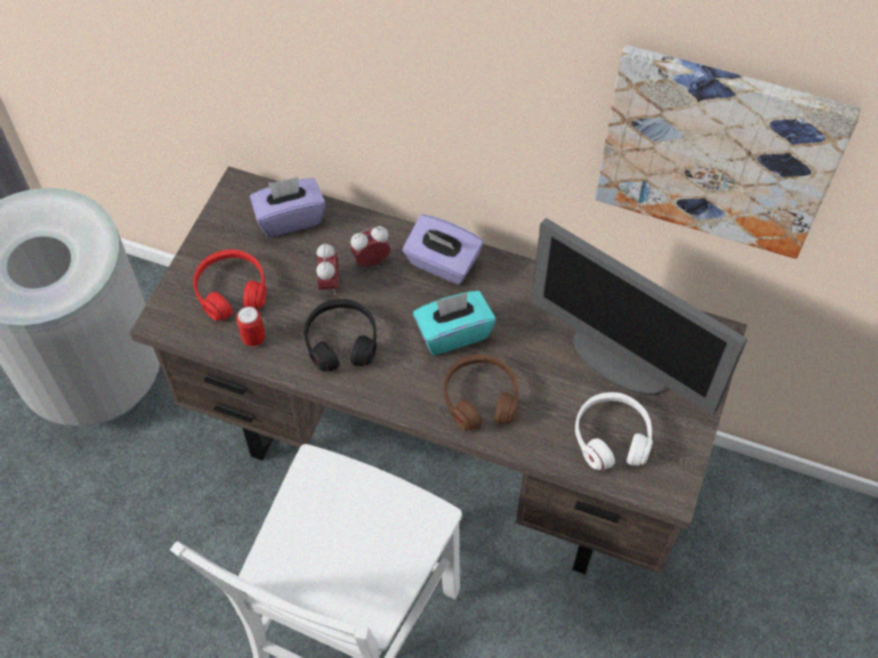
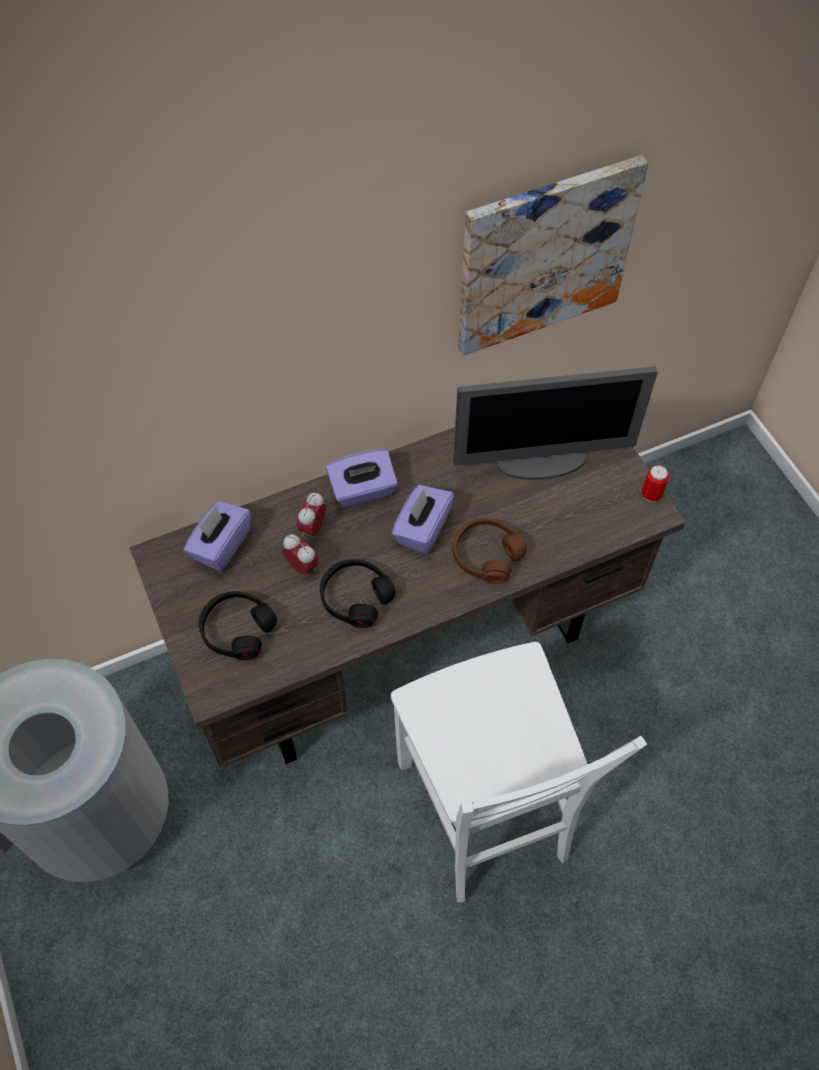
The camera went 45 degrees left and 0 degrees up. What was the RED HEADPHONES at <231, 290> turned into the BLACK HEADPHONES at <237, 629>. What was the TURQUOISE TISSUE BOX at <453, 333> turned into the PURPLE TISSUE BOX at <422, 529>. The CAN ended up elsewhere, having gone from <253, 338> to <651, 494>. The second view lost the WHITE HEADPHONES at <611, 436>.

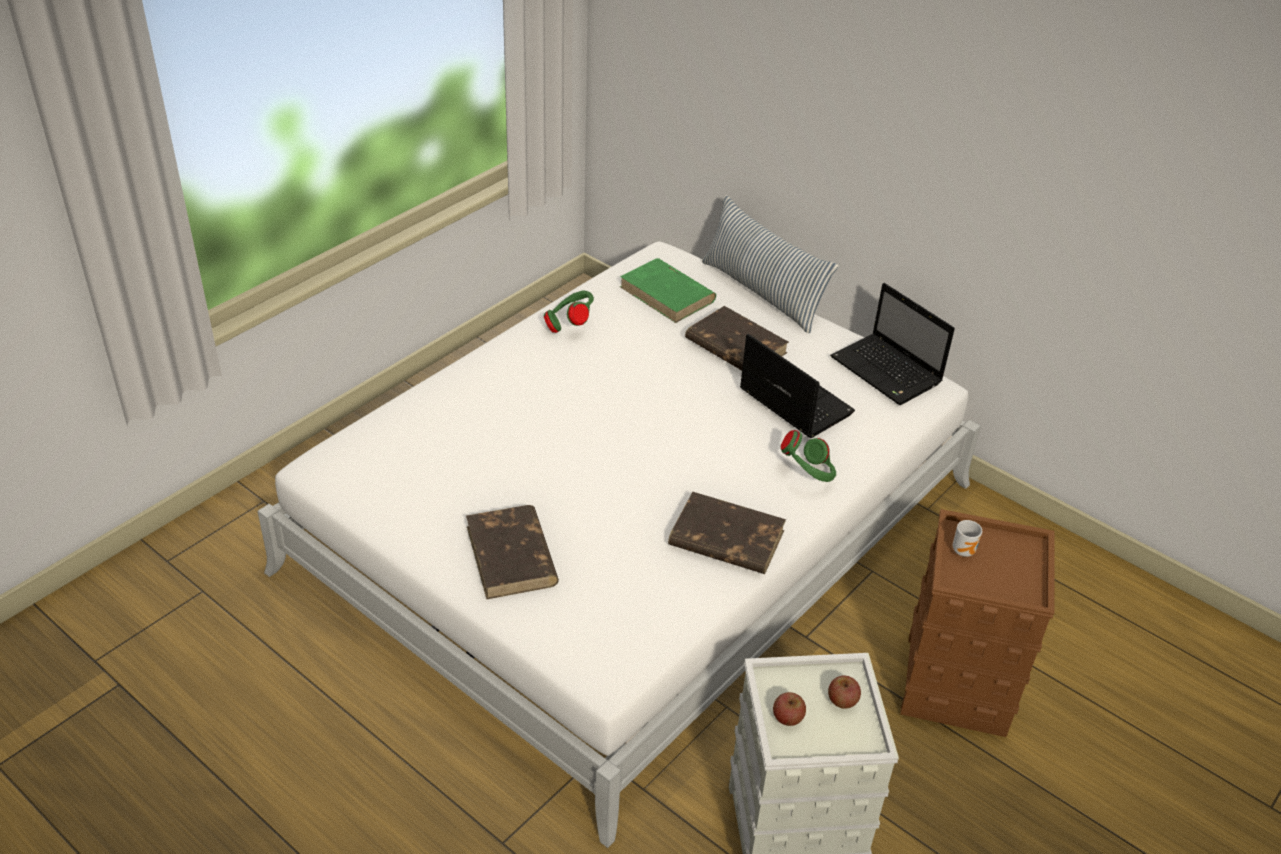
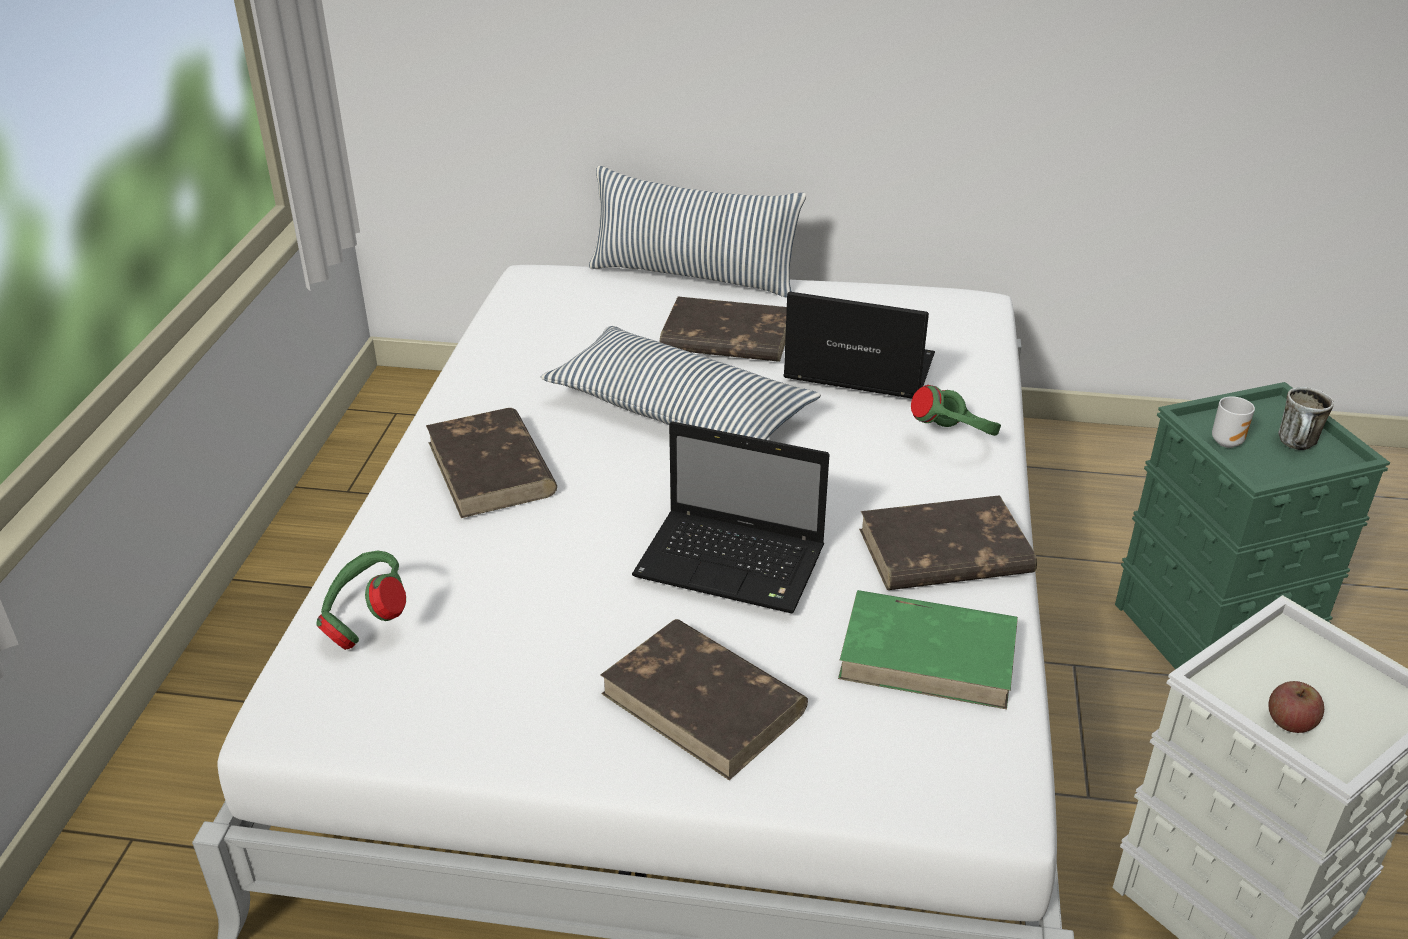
The camera went 30 degrees left and 5 degrees down. The GREEN HEADPHONES ended up elsewhere, having gone from <570, 324> to <365, 622>. The second view gained the BROWN BOOK at <491, 469>. The second view gained the PILLOW at <679, 411>. The LAPTOP ended up elsewhere, having gone from <888, 372> to <734, 564>. The GREEN BOOK ended up elsewhere, having gone from <668, 294> to <930, 654>. What was the BROWN STORAGE BOX at <957, 686> turned into the GREEN STORAGE BOX at <1213, 633>. The second view gained the MUG at <1297, 446>. The second view lost the APPLE at <842, 700>.

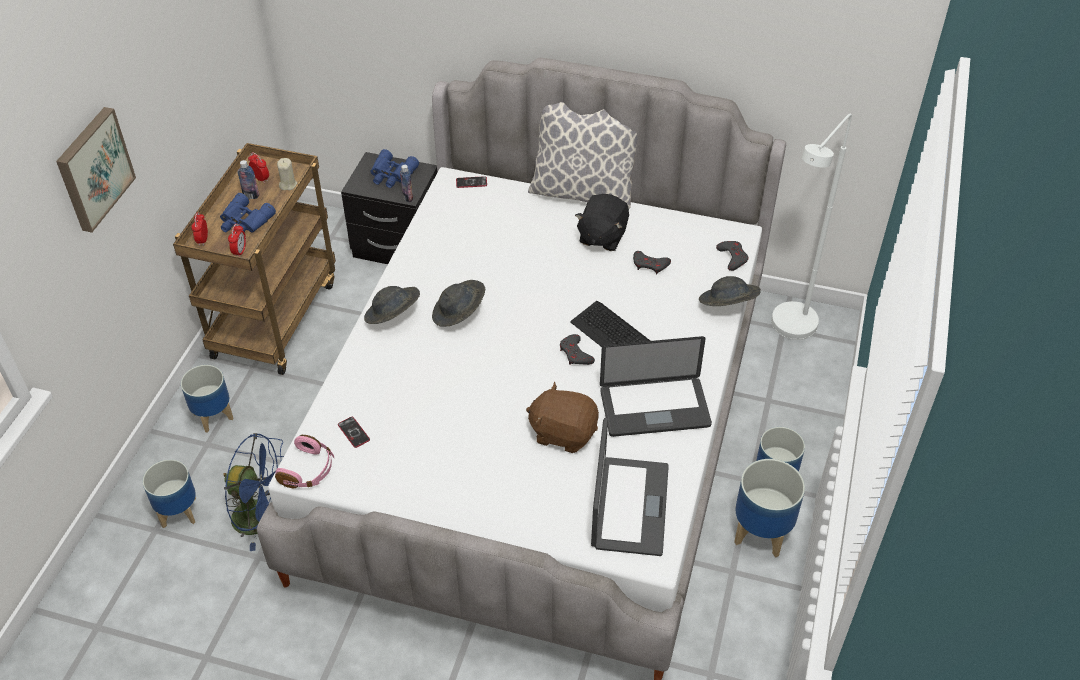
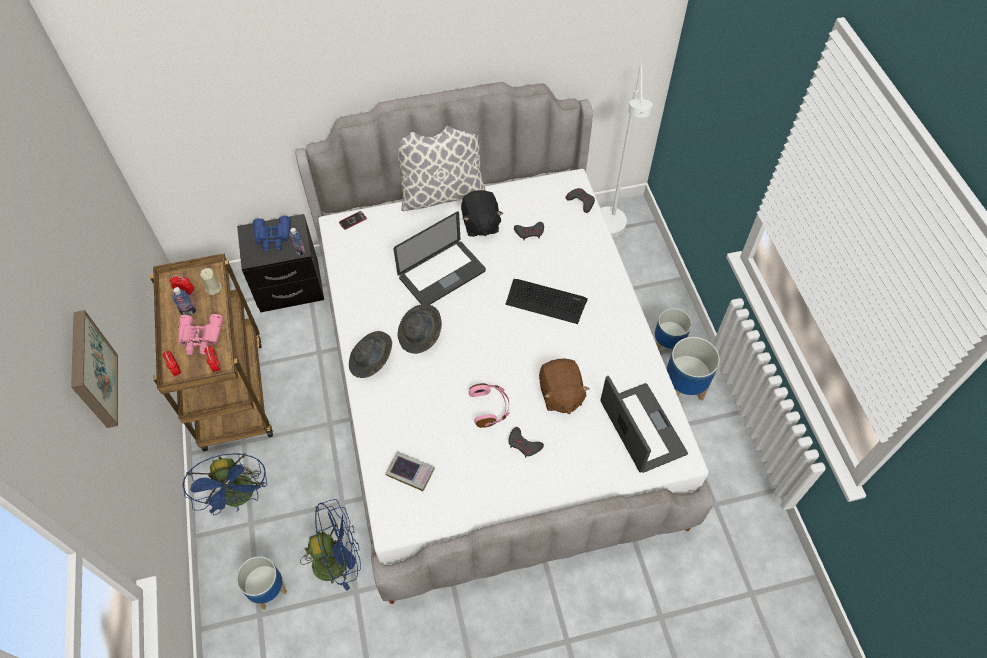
The camera went 30 degrees left and 10 degrees up. What was the BLUE BINOCULARS at <244, 222> turned into the PINK BINOCULARS at <200, 338>. Where the PLANTER stood at <214, 416>, the BLUE FAN came to stand at <240, 497>. Where the PHONE stood at <353, 432>, the BOOK came to stand at <410, 472>. The LAPTOP ended up elsewhere, having gone from <654, 408> to <442, 274>. The PINK HEADPHONES ended up elsewhere, having gone from <308, 470> to <490, 408>. The GREY GAME CONTROLLER ended up elsewhere, having gone from <575, 354> to <524, 444>. The BROWN PLUSH TOY at <563, 432> ended up facing another way, 90 degrees counterclockwise from before. The second view lost the GREY HAT at <727, 305>.

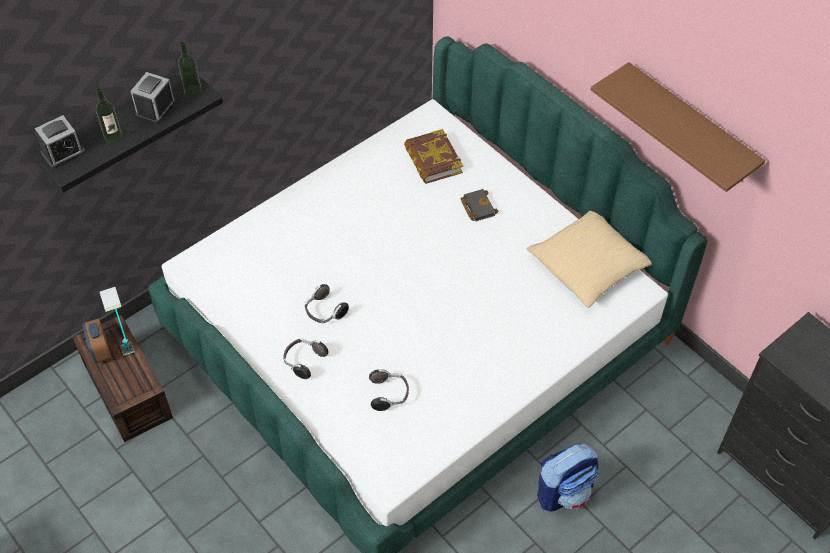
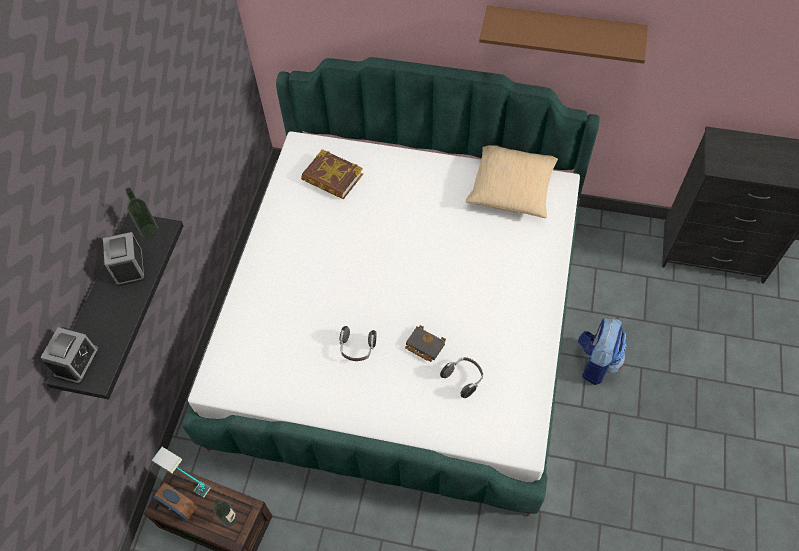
The camera went 35 degrees left and 5 degrees up. The BOTTLE ended up elsewhere, having gone from <113, 137> to <229, 518>. The BLACK BOOK ended up elsewhere, having gone from <477, 207> to <423, 345>. The second view lost the HEADPHONES at <304, 361>.

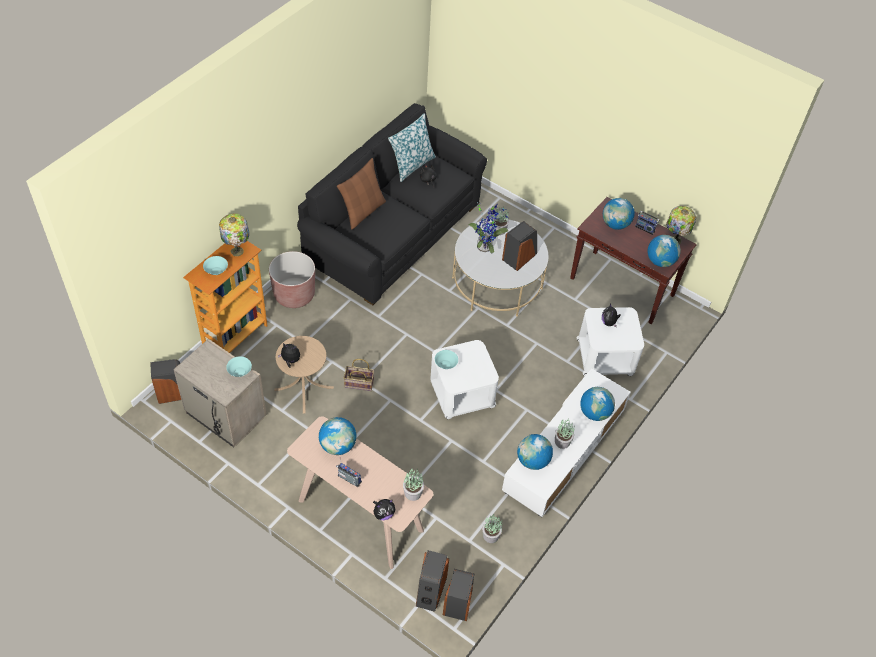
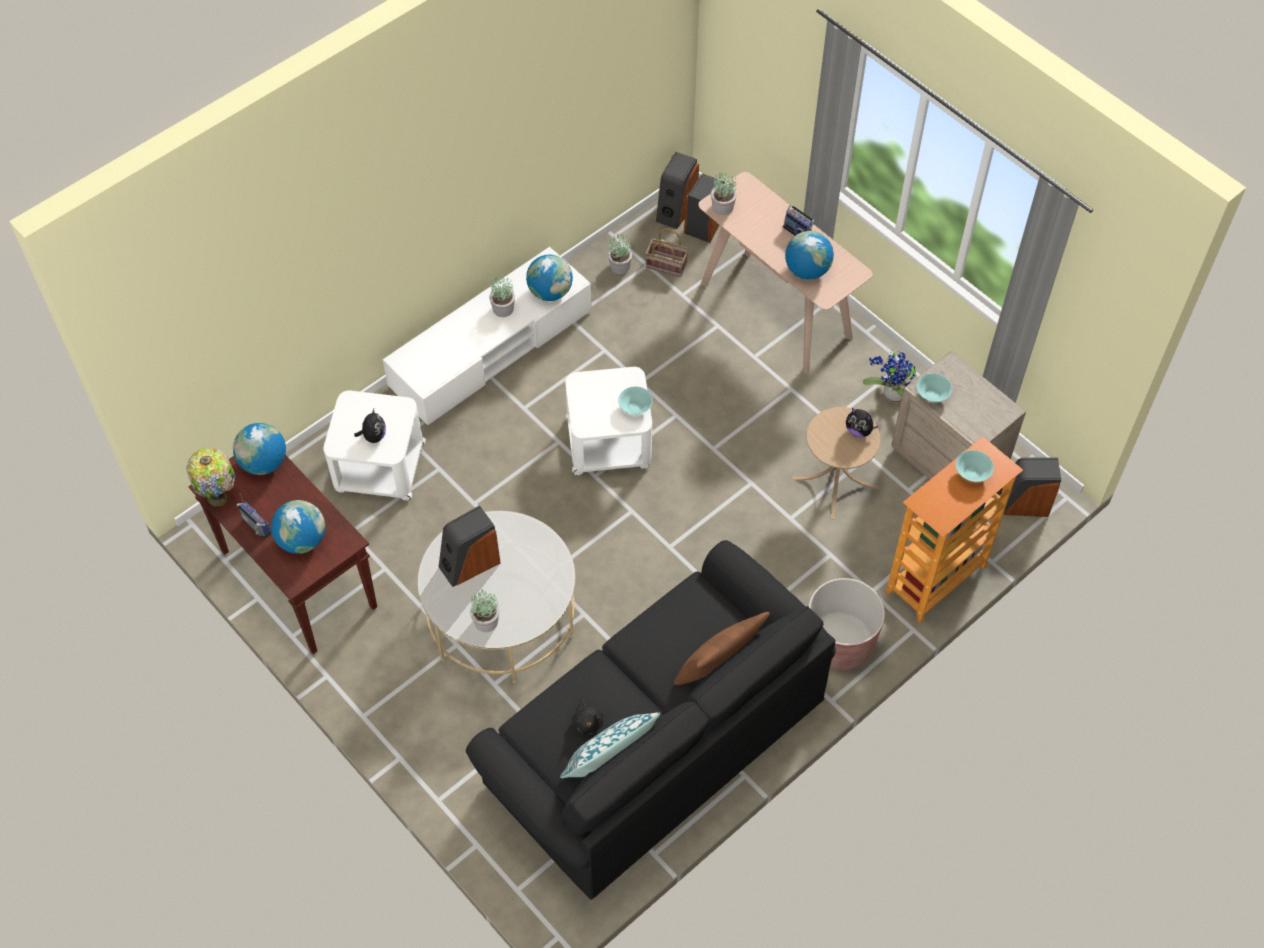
The camera went 165 degrees left and 5 degrees up. The BASKET ended up elsewhere, having gone from <358, 383> to <667, 265>. The POTTED PLANT ended up elsewhere, having gone from <485, 246> to <891, 396>. The second view lost the TABLE LAMP at <237, 250>. The second view lost the PLUSH TOY at <383, 514>. The second view lost the GLOBE at <594, 413>.

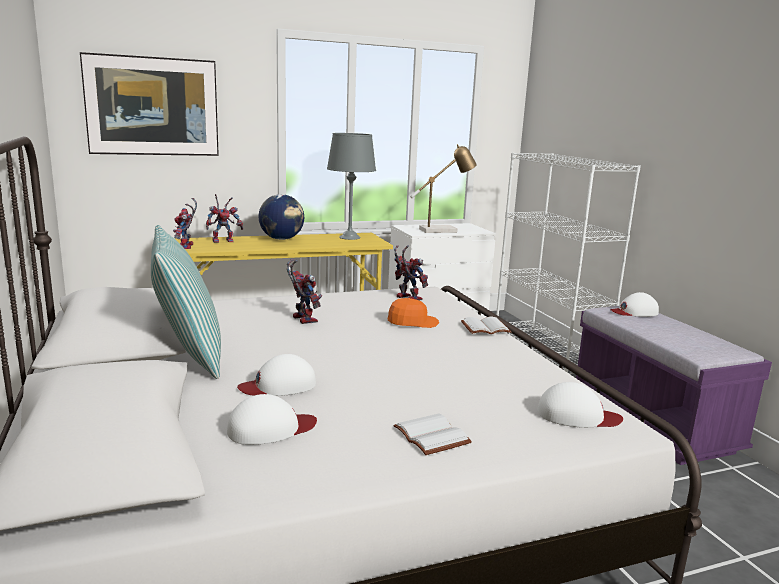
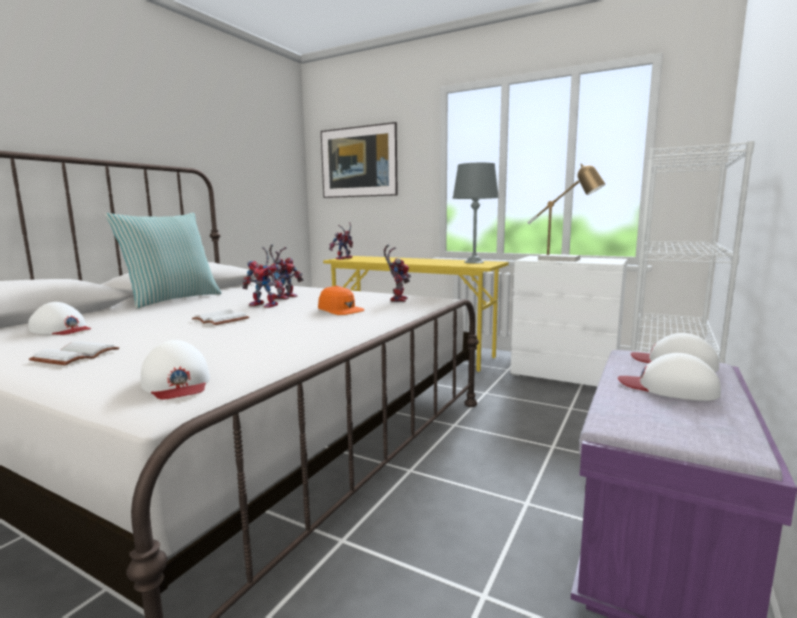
The camera went 50 degrees right and 5 degrees down. The WHITE BOOK ended up elsewhere, having gone from <485, 328> to <219, 320>. The TOY ROBOT ended up elsewhere, having gone from <224, 240> to <267, 305>. The WHITE CAP ended up elsewhere, having gone from <279, 385> to <668, 388>. The second view lost the GLOBE at <282, 239>.

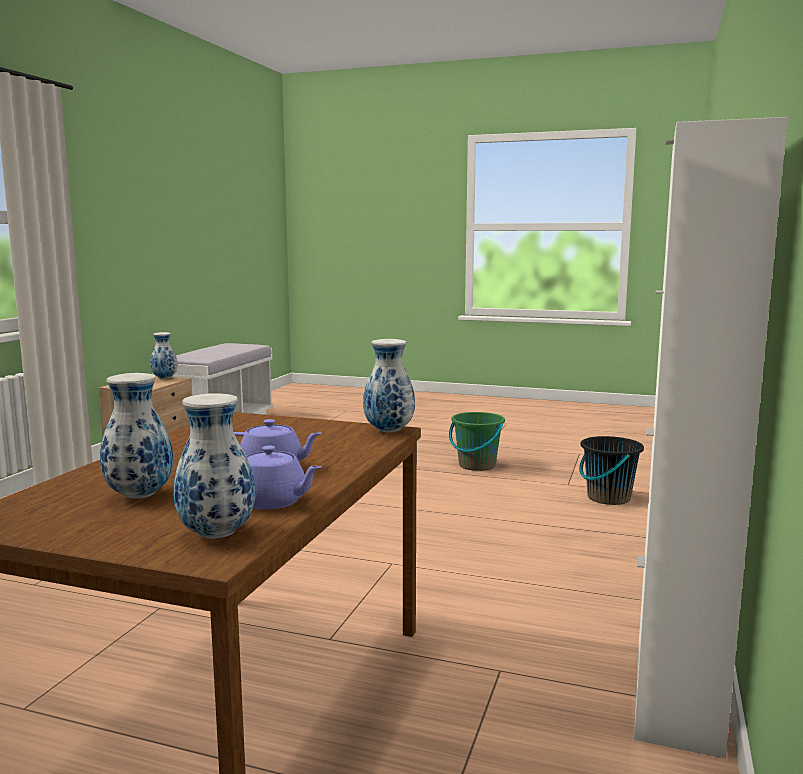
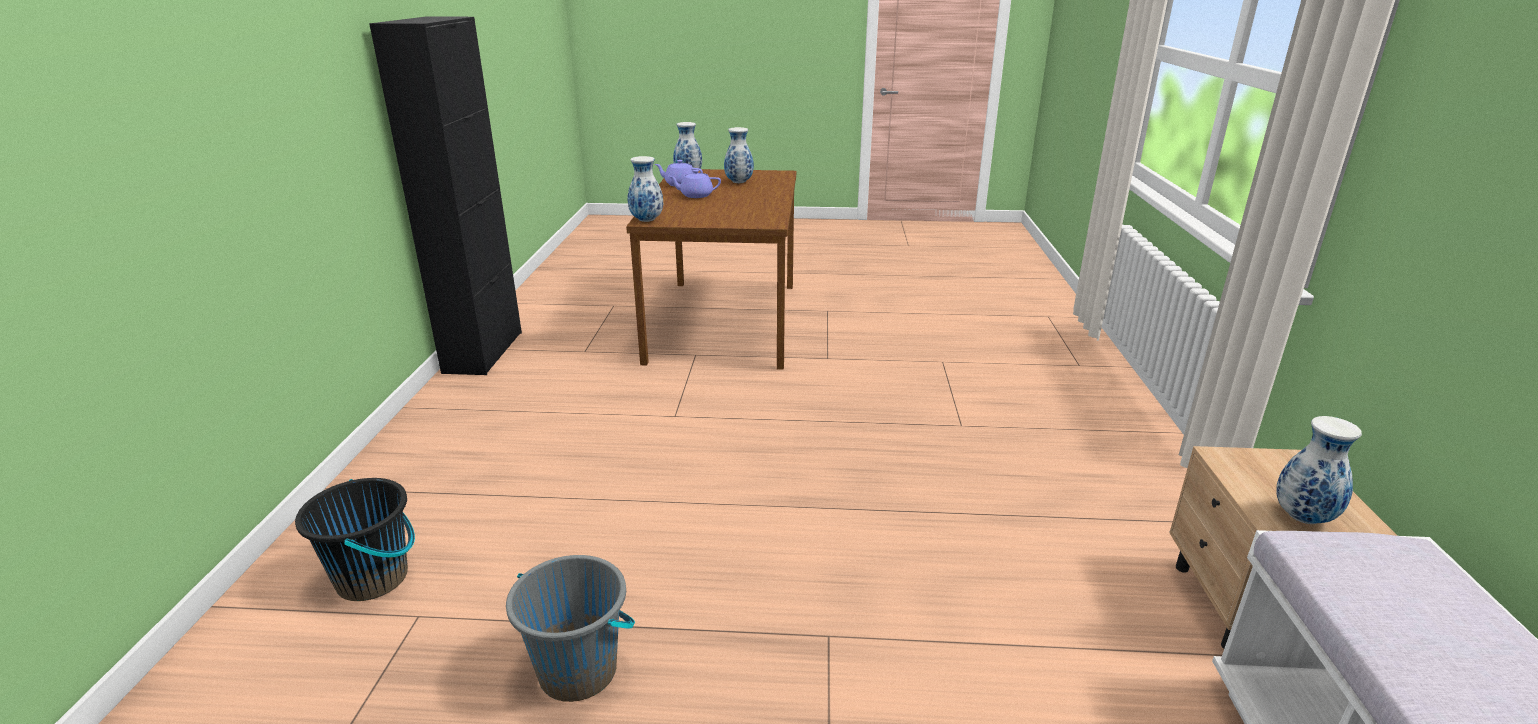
The camera went 165 degrees right and 15 degrees up. What was the WHITE CABINET at <676, 694> turned into the BLACK CABINET at <483, 352>. What was the GREEN BUCKET at <476, 465> turned into the GREY BUCKET at <578, 671>.

